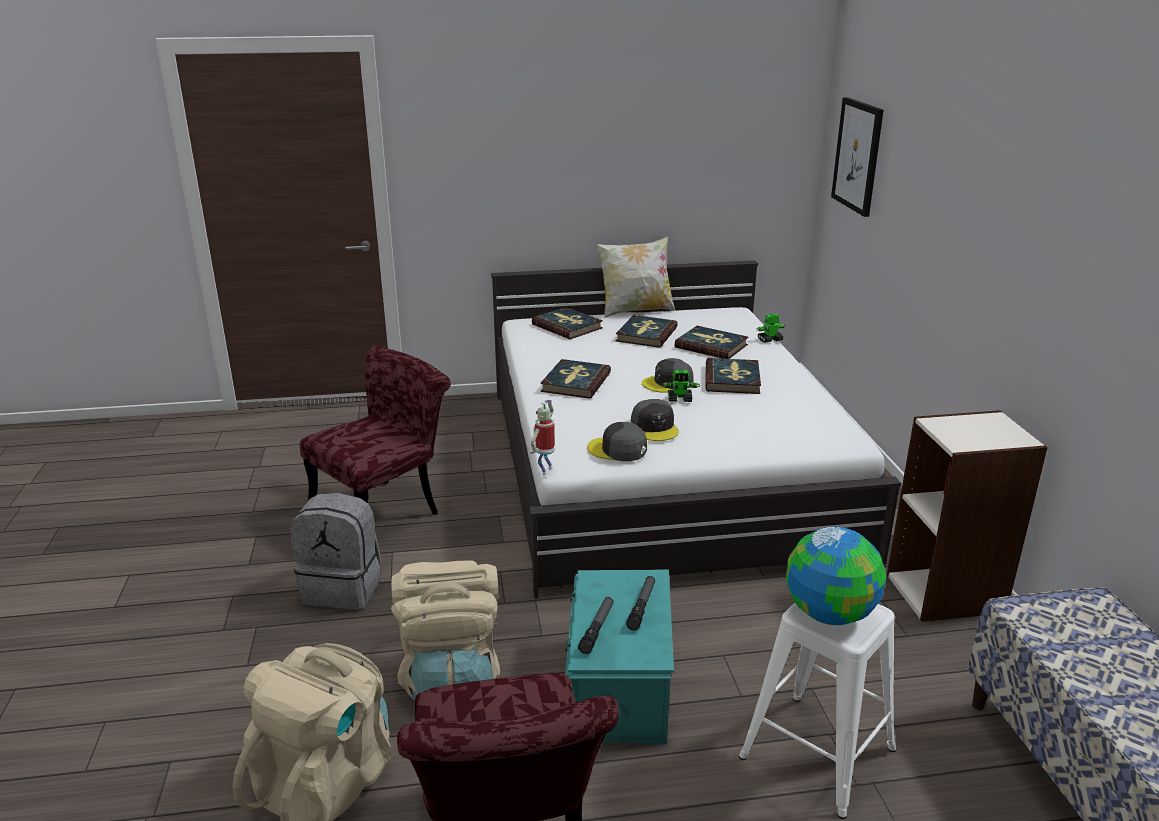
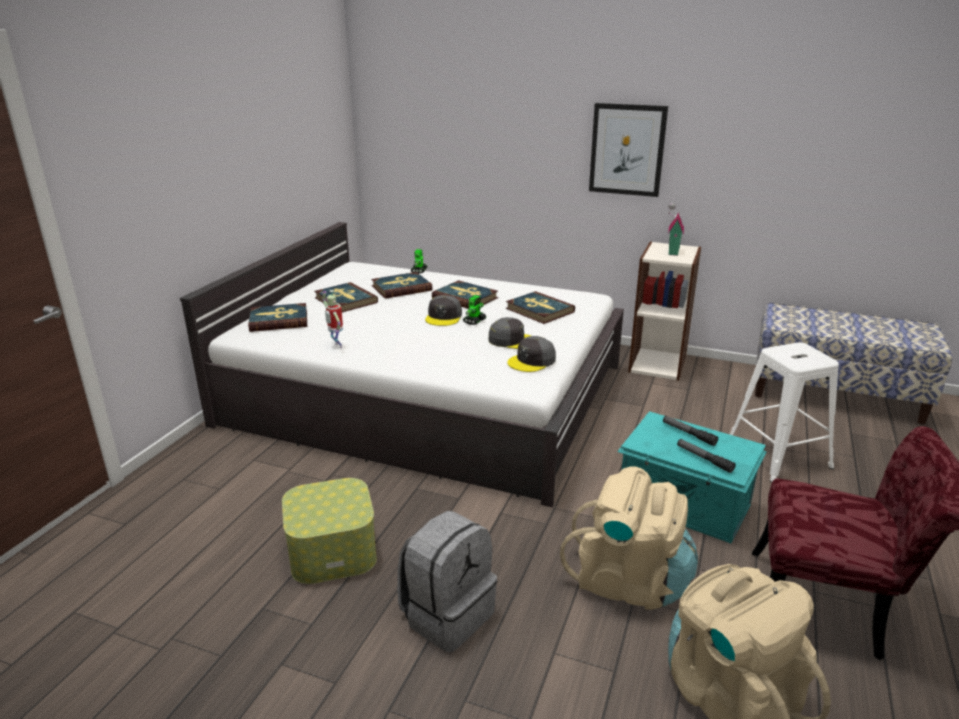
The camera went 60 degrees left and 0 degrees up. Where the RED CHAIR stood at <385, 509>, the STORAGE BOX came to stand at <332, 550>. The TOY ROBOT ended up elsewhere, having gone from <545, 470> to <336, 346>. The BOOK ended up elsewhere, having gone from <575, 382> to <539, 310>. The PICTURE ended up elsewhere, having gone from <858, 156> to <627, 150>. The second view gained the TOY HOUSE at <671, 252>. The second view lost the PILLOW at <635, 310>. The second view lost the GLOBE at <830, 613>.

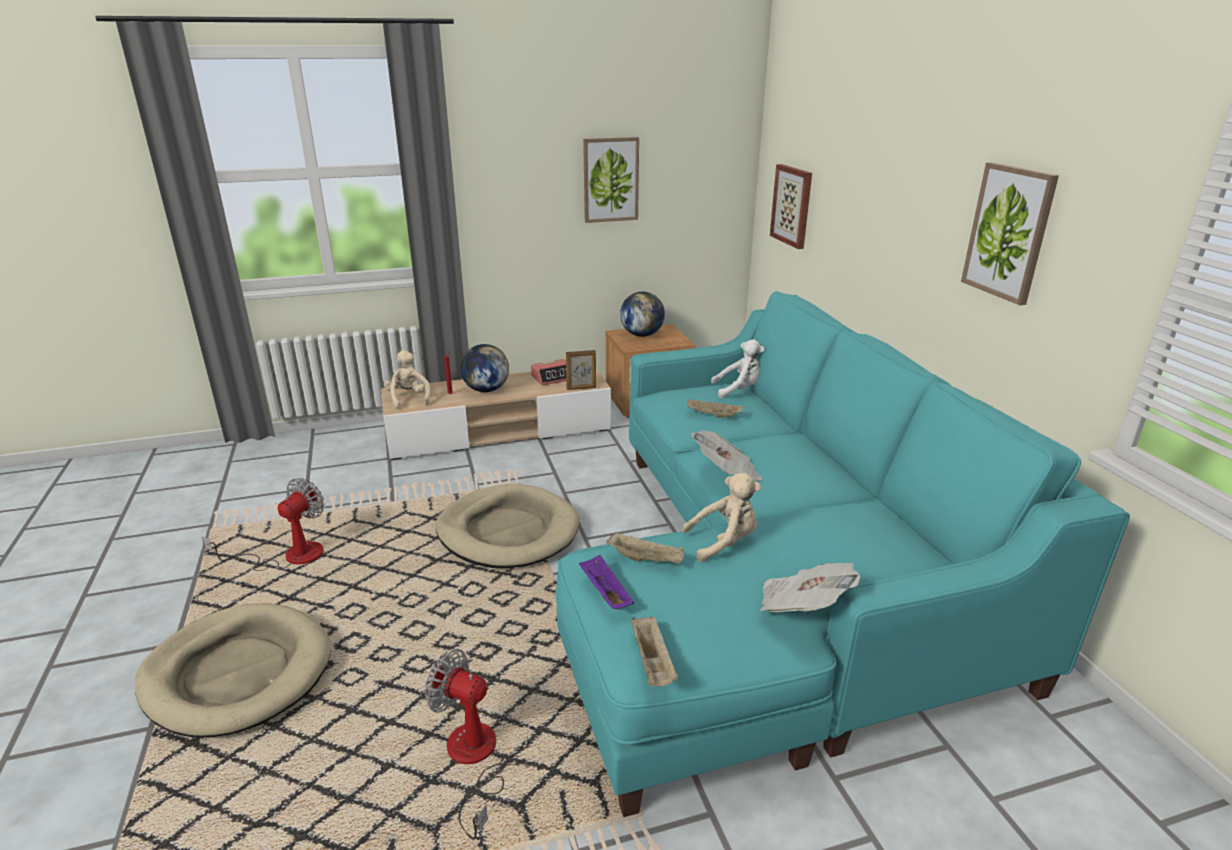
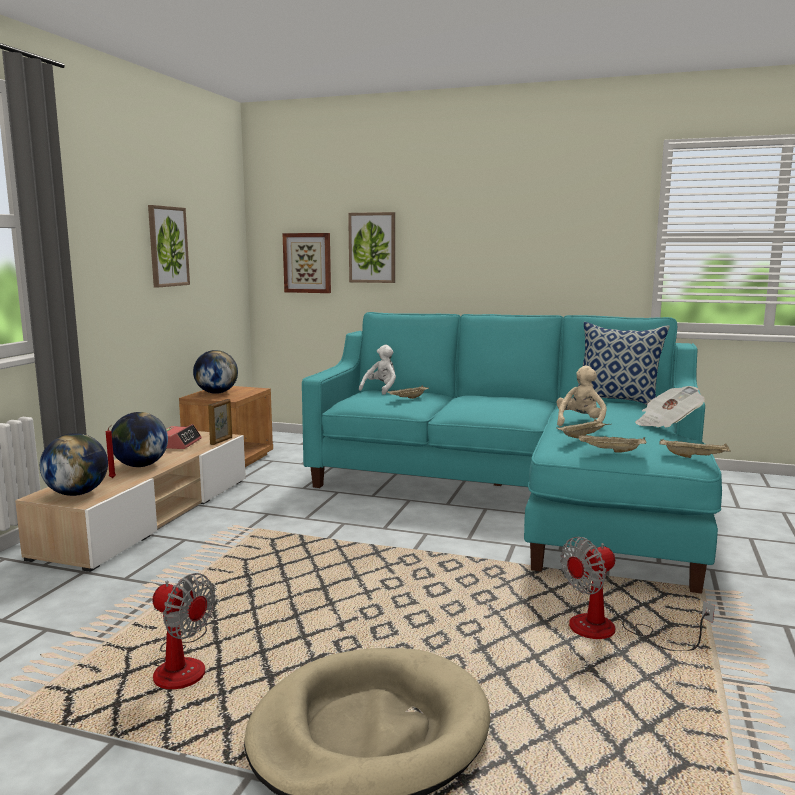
The camera went 55 degrees left and 15 degrees down. Where the BEIGE PLUSH TOY stood at <409, 399>, the GLOBE came to stand at <77, 493>. The FAN at <289, 556> ended up facing another way, 150 degrees clockwise from before. The PICTURE ended up elsewhere, having gone from <1008, 232> to <372, 247>. The second view gained the PILLOW at <617, 401>. What was the PURPLE TRAY at <604, 593> turned into the BEIGE TRAY at <610, 451>. The second view lost the BEIGE DOG BED at <508, 531>. The second view lost the NEWSPAPER at <726, 472>.

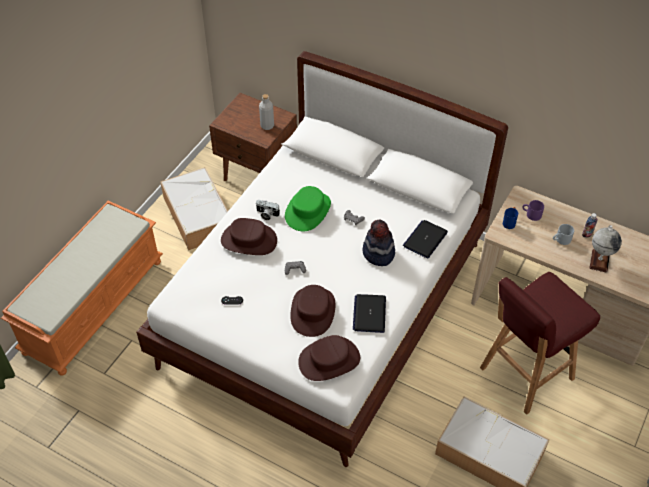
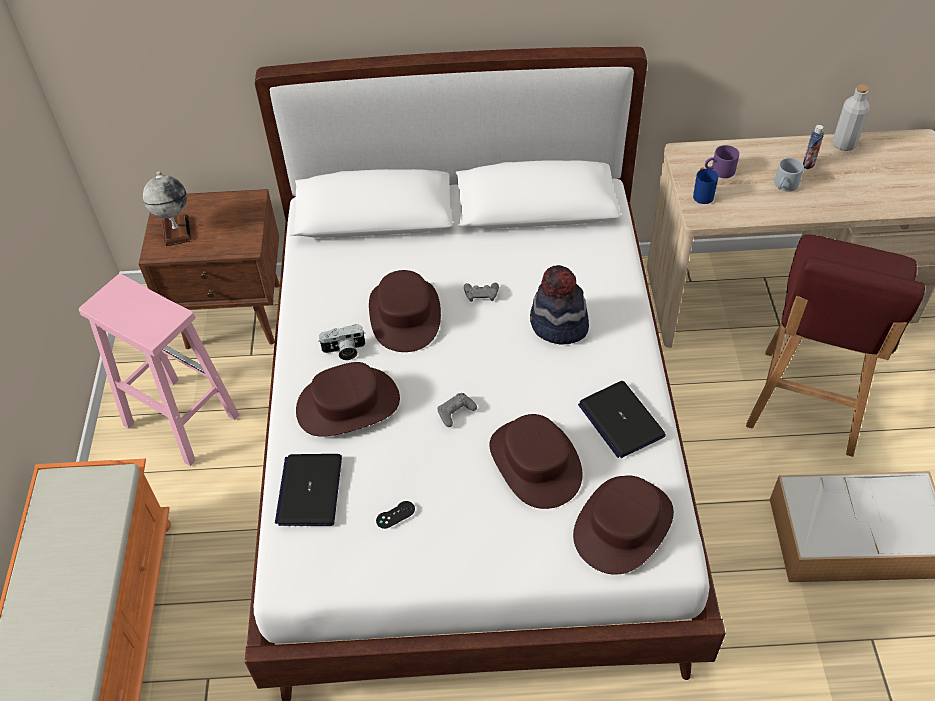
The camera went 30 degrees left and 0 degrees up. Where the STORAGE BOX stood at <197, 215>, the PINK STOOL came to stand at <180, 420>. The GLOBE ended up elsewhere, having gone from <599, 260> to <176, 230>. The LAPTOP ended up elsewhere, having gone from <425, 239> to <309, 490>. What was the GREEN HAT at <308, 211> turned into the BROWN HAT at <405, 314>. The GREY BOTTLE ended up elsewhere, having gone from <267, 126> to <844, 144>.

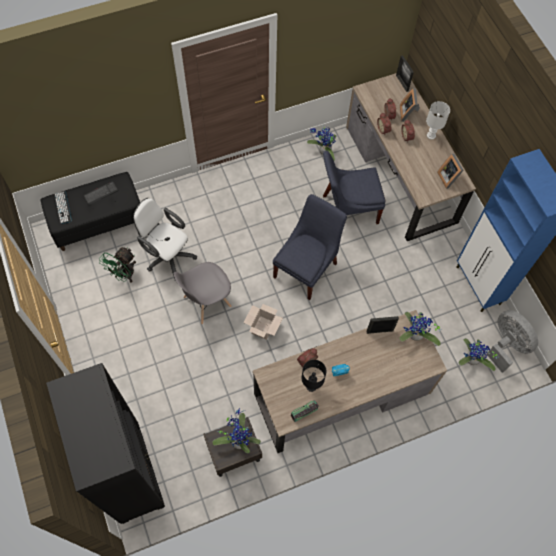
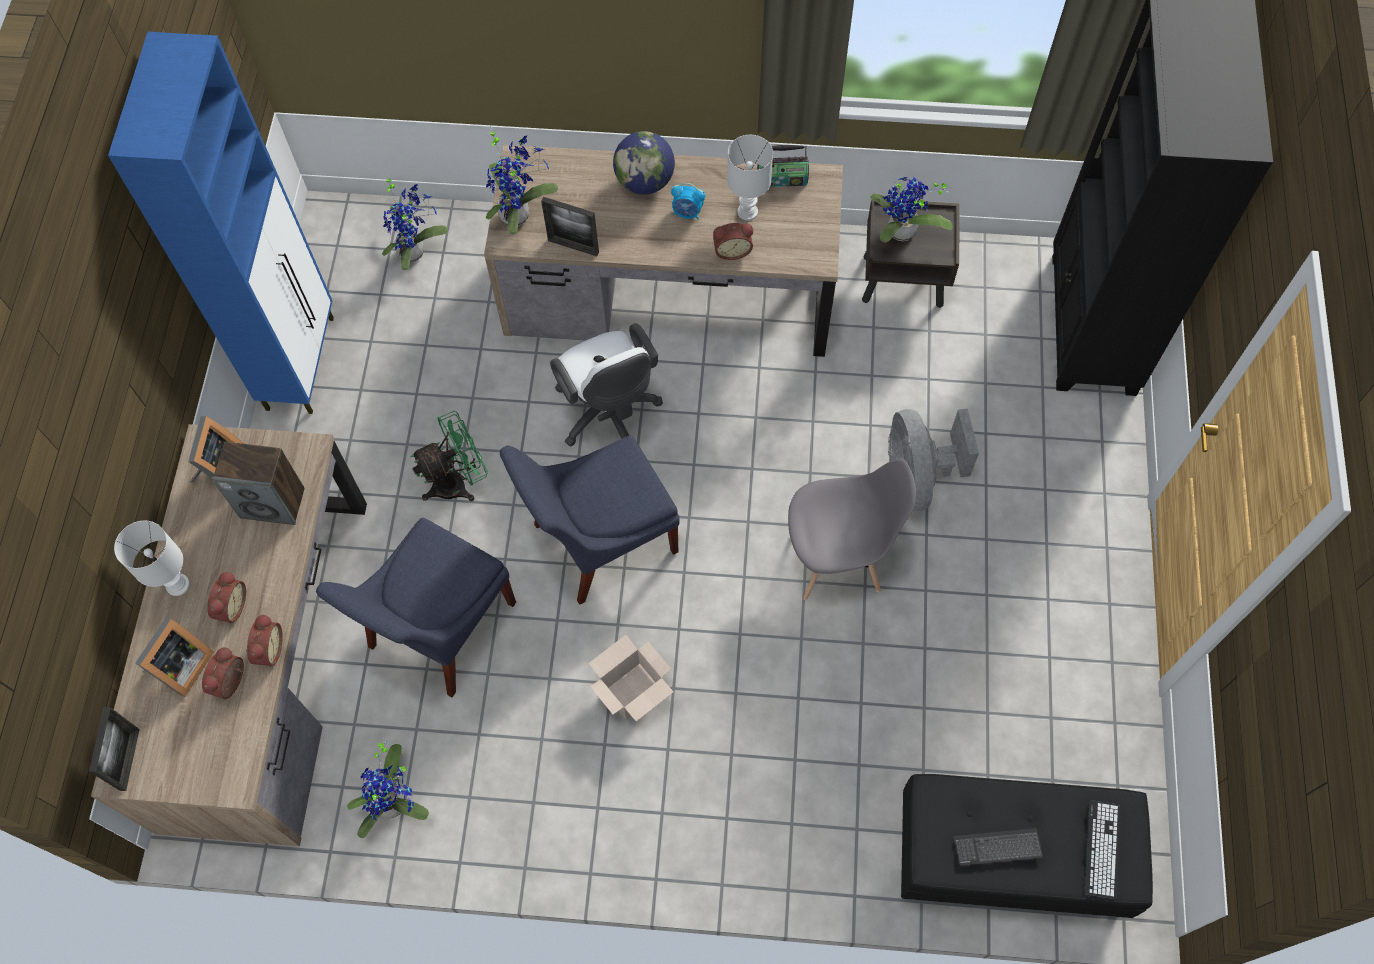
The camera went 150 degrees left and 0 degrees up. The second view gained the SPEAKER at <273, 502>. The BLUE CHAIR at <347, 209> ended up facing another way, 105 degrees clockwise from before. The GREEN FAN ended up elsewhere, having gone from <124, 274> to <458, 482>. The WHITE OFFICE CHAIR ended up elsewhere, having gone from <168, 256> to <610, 415>. The CARDBOARD BOX ended up elsewhere, having gone from <263, 327> to <632, 693>. The second view gained the GLOBE at <645, 182>. What was the BLACK TABLE LAMP at <311, 386> turned into the WHITE TABLE LAMP at <748, 212>. The GREY FAN ended up elsewhere, having gone from <506, 345> to <917, 477>.

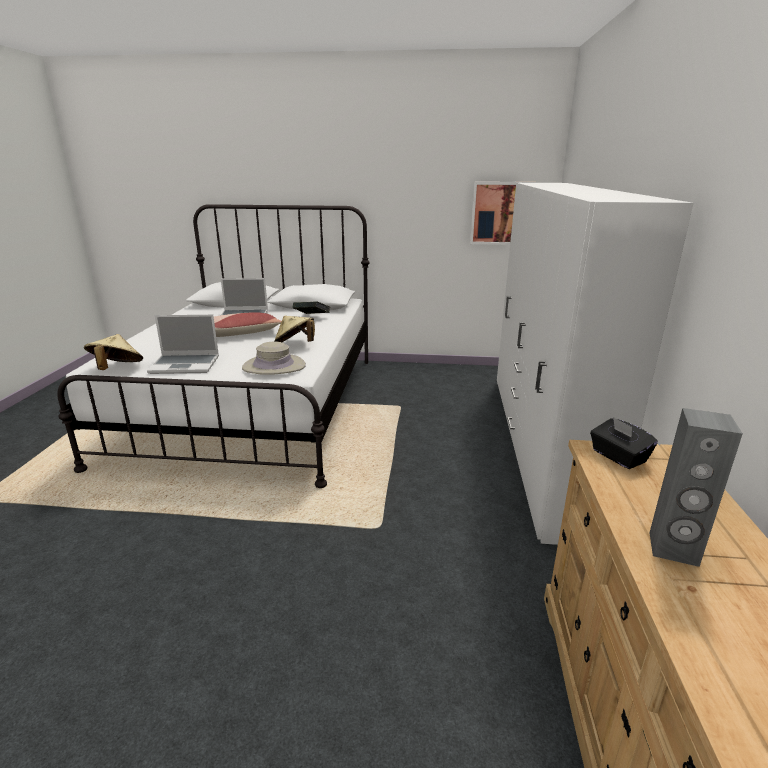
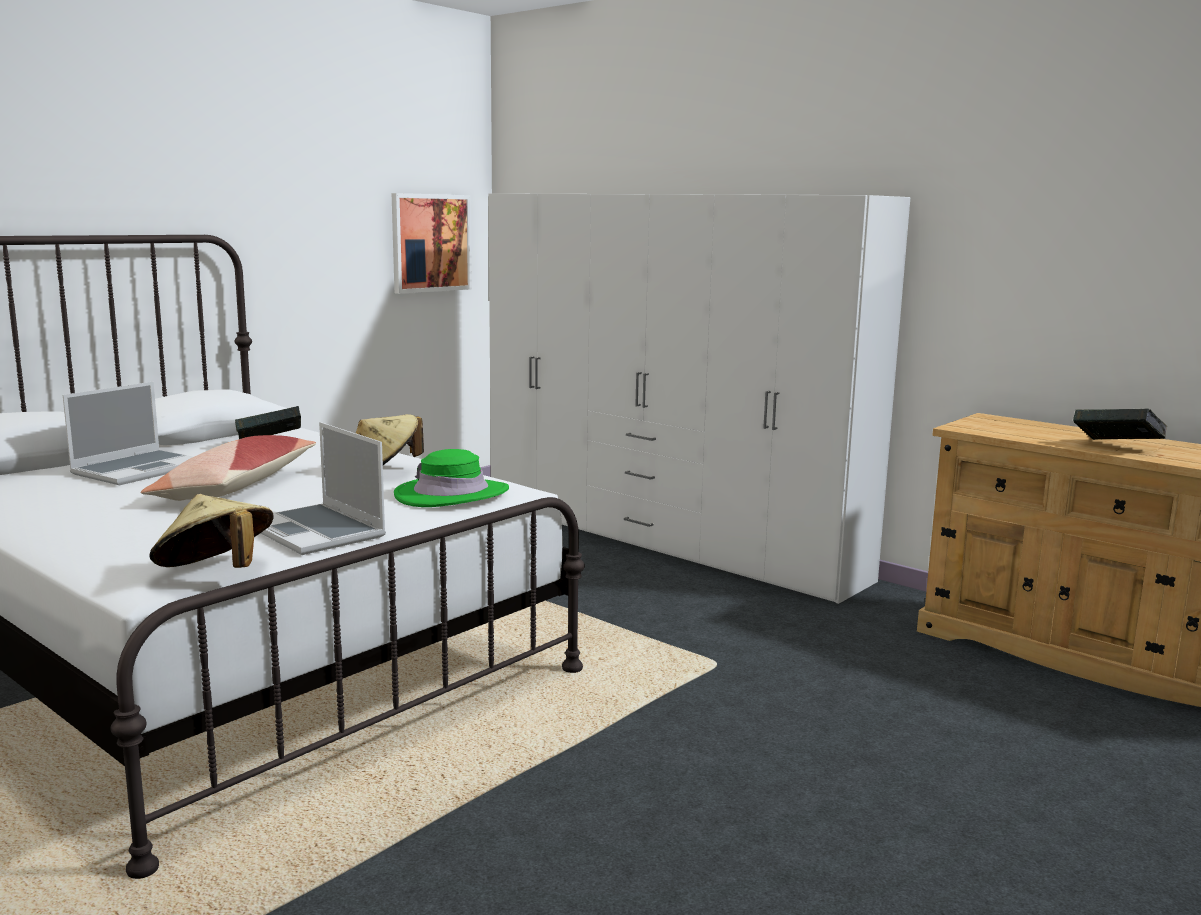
The camera went 55 degrees left and 10 degrees down. The LAPTOP at <186, 365> ended up facing another way, 105 degrees clockwise from before. What was the BEIGE HAT at <274, 366> turned into the GREEN HAT at <451, 494>. Where the GREY SPEAKER stood at <673, 549>, the BOOK came to stand at <1116, 447>. The second view lost the BLACK TISSUE BOX at <618, 457>.

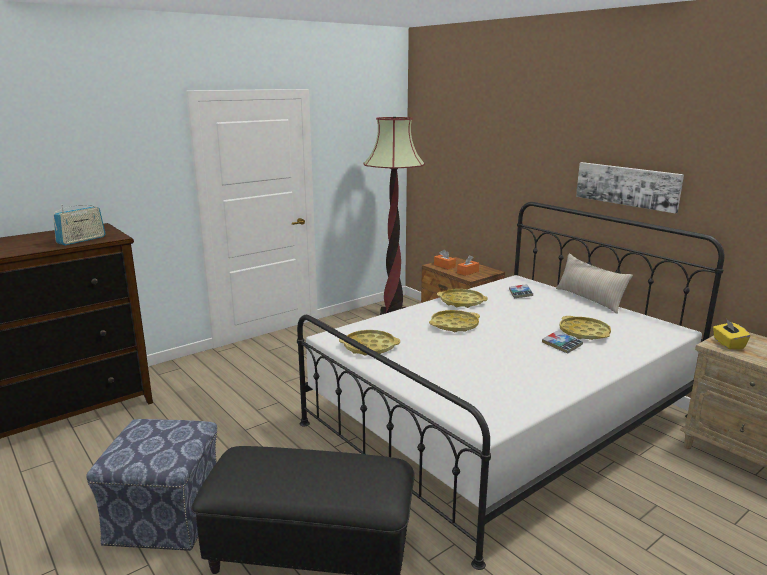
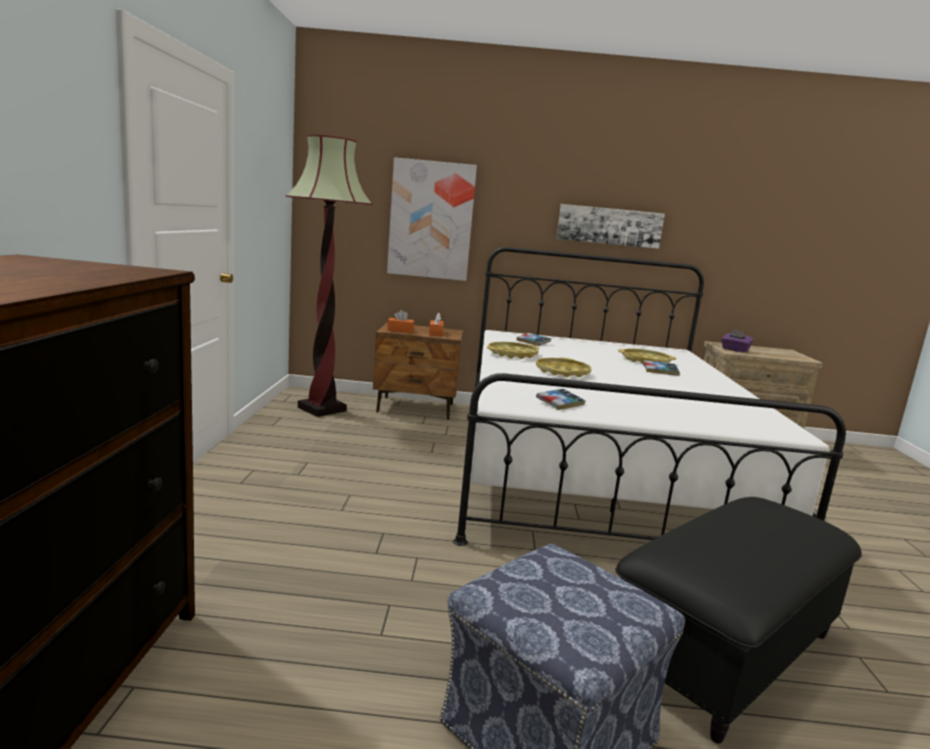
The camera went 50 degrees left and 5 degrees down. The second view gained the PICTURE at <431, 220>. Where the YELLOW TRAY stood at <369, 347>, the BOOK came to stand at <560, 403>. What was the YELLOW TISSUE BOX at <728, 344> turned into the PURPLE TISSUE BOX at <734, 350>. The second view lost the RADIO at <81, 240>. The second view lost the BEIGE PILLOW at <589, 299>.

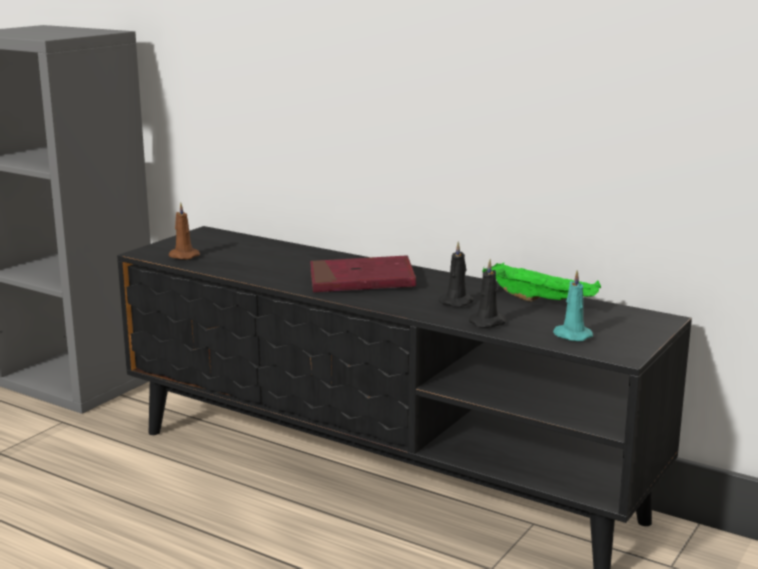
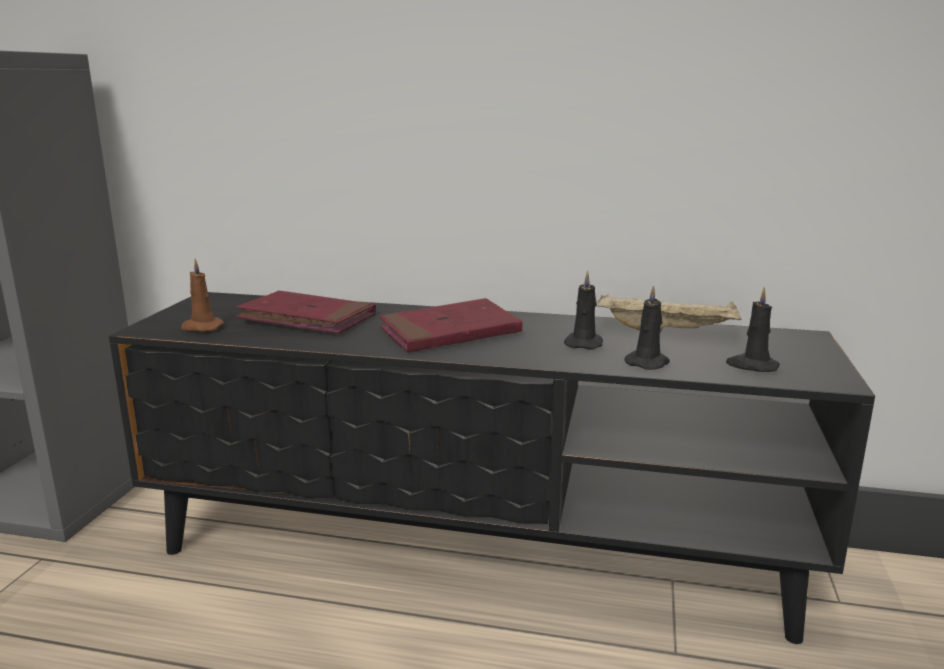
The camera went 20 degrees left and 0 degrees up. The second view gained the RED BOOK at <307, 318>. What was the GREEN TRAY at <542, 301> turned into the BEIGE TRAY at <668, 332>. What was the TURQUOISE CANDLE at <571, 335> turned into the BLACK CANDLE at <751, 366>.

